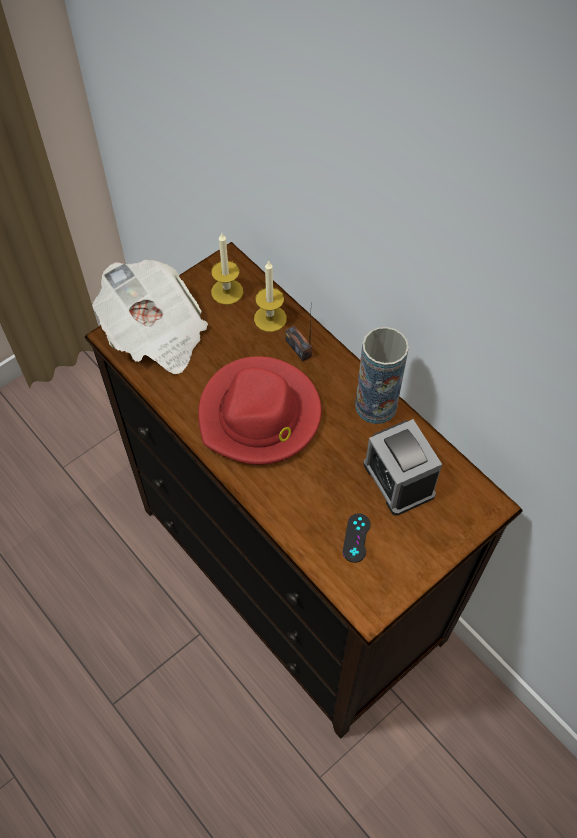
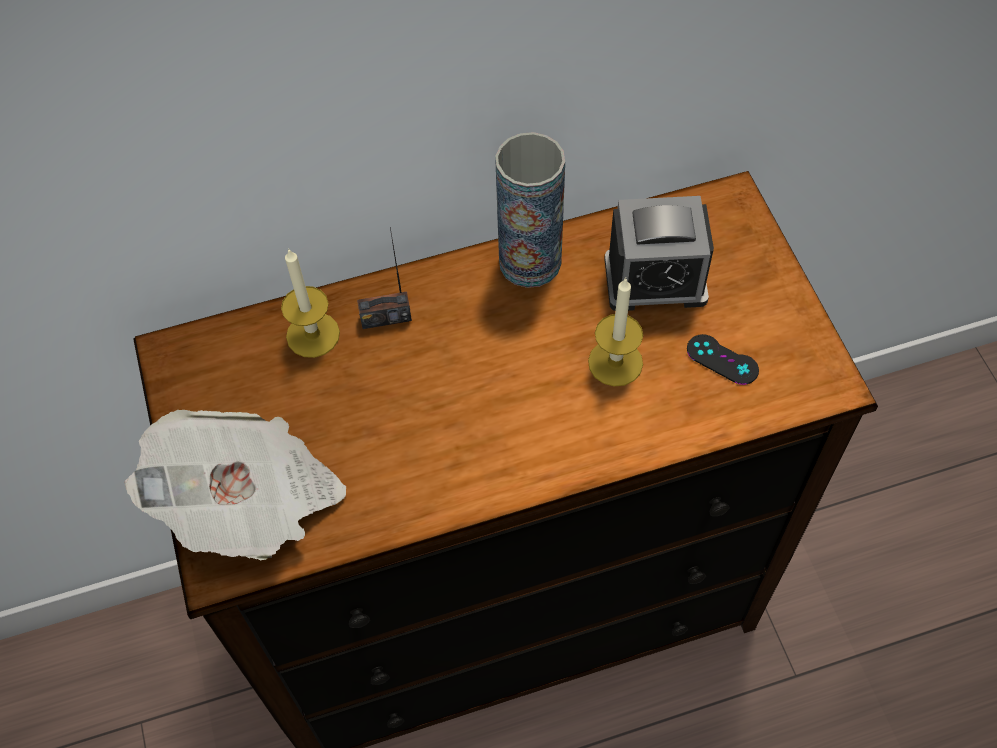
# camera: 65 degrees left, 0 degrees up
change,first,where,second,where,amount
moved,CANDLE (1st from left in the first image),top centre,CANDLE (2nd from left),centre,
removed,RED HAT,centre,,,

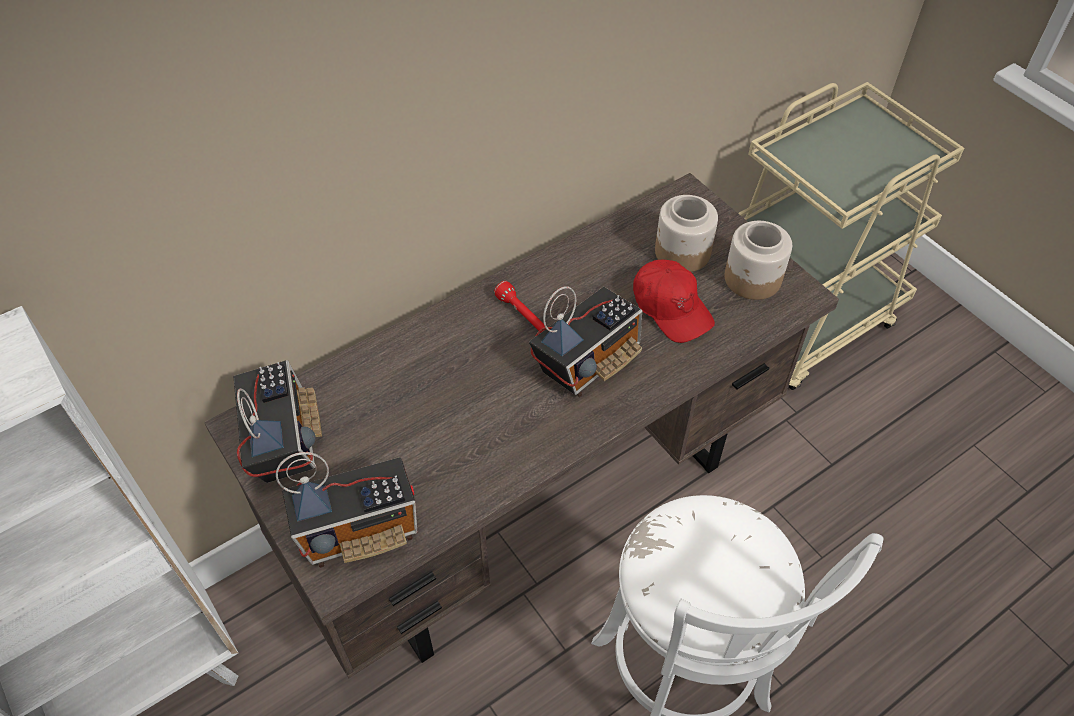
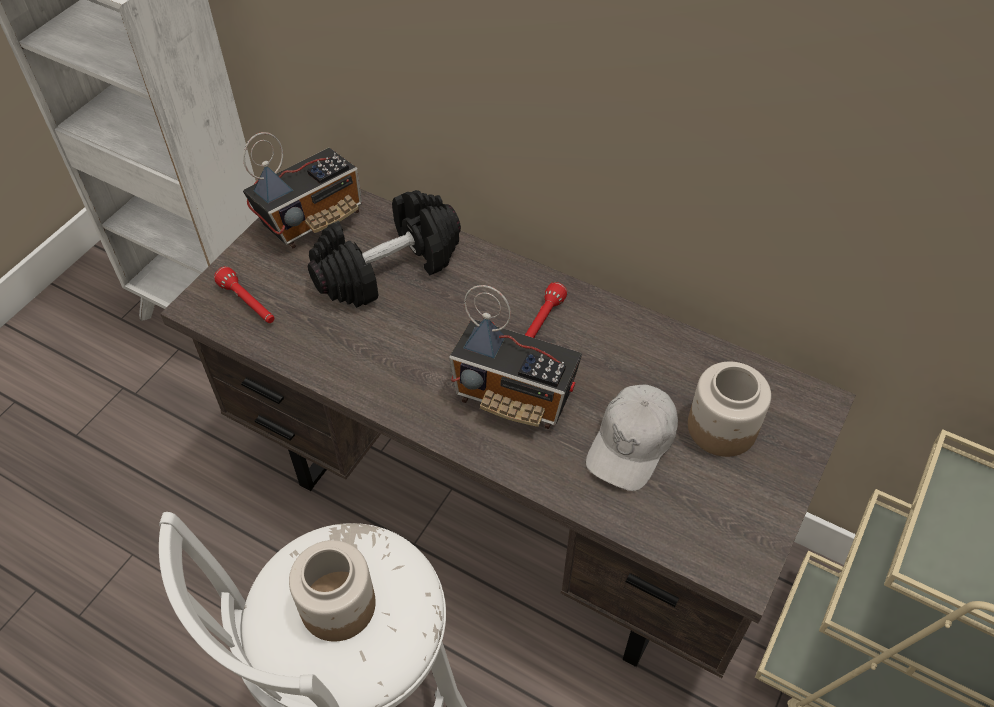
# camera: 65 degrees right, 0 degrees up
change,first,where,second,where,amount
replaced,RADIO (2nd from left),bottom left,RED FLASHLIGHT (1st from left),middle left,
moved,JAR (2nd from left in the first image),middle right,JAR (1st from left),bottom centre,
added,,,BLACK DUMBBELL,centre,
recoloured,RED CAP,centre,WHITE CAP,centre,

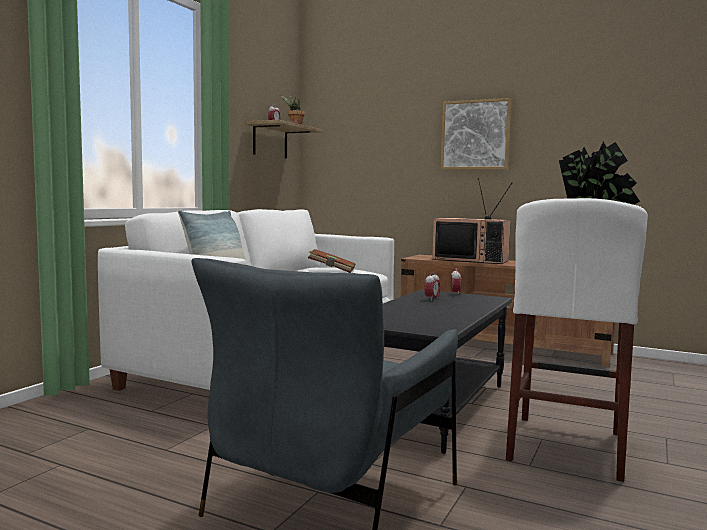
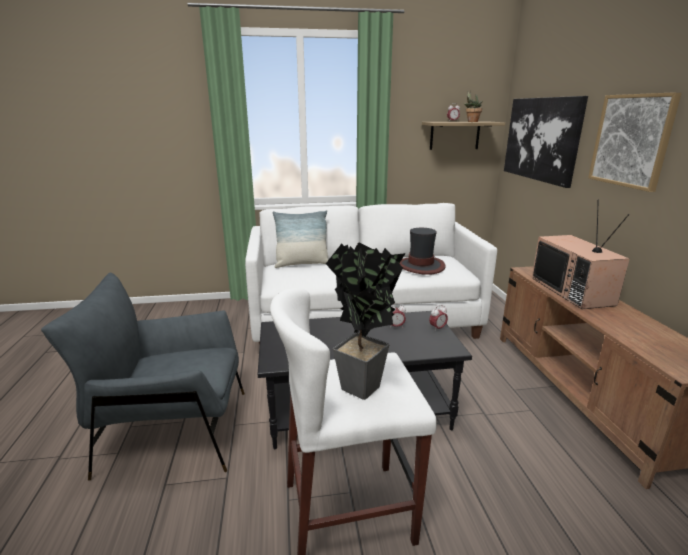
# camera: 55 degrees right, 15 degrees up
change,first,where,second,where,amount
replaced,BROWN BOOK,centre,HAT,centre,
added,,,PICTURE (1st from left),top right,

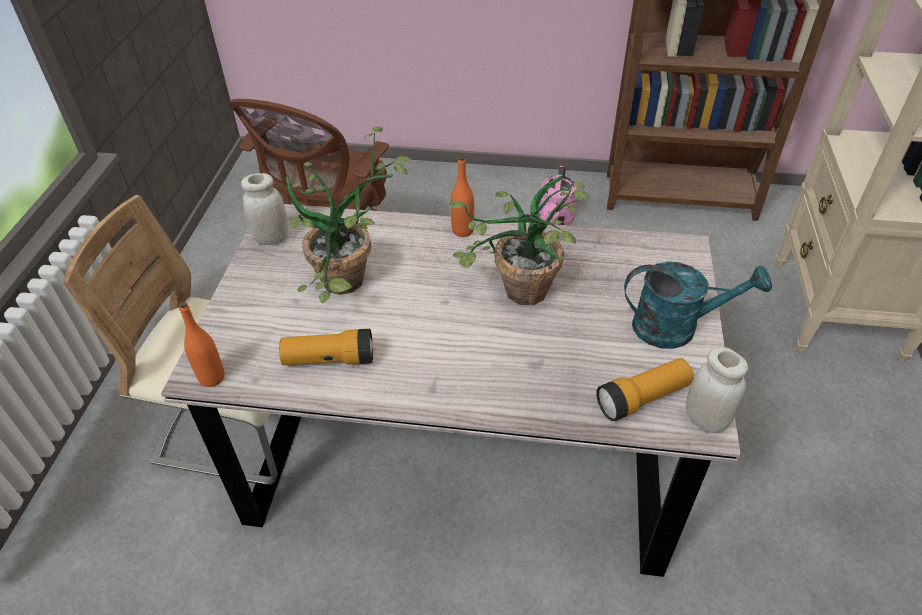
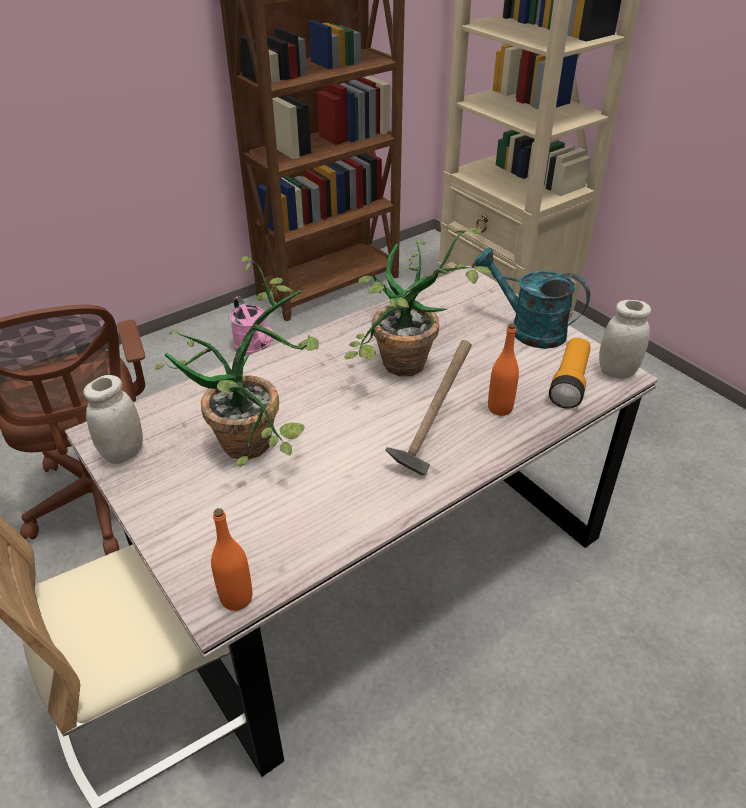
# camera: 45 degrees left, 5 degrees down
change,first,where,second,where,amount
added,,,HAMMER,centre,
turned,TURQUOISE WATERING CAN,middle right,,middle right,105 degrees counterclockwise
moved,ORANGE BOTTLE (2nd from left),top centre,,middle right,
removed,FLASHLIGHT (1st from left),centre,,,

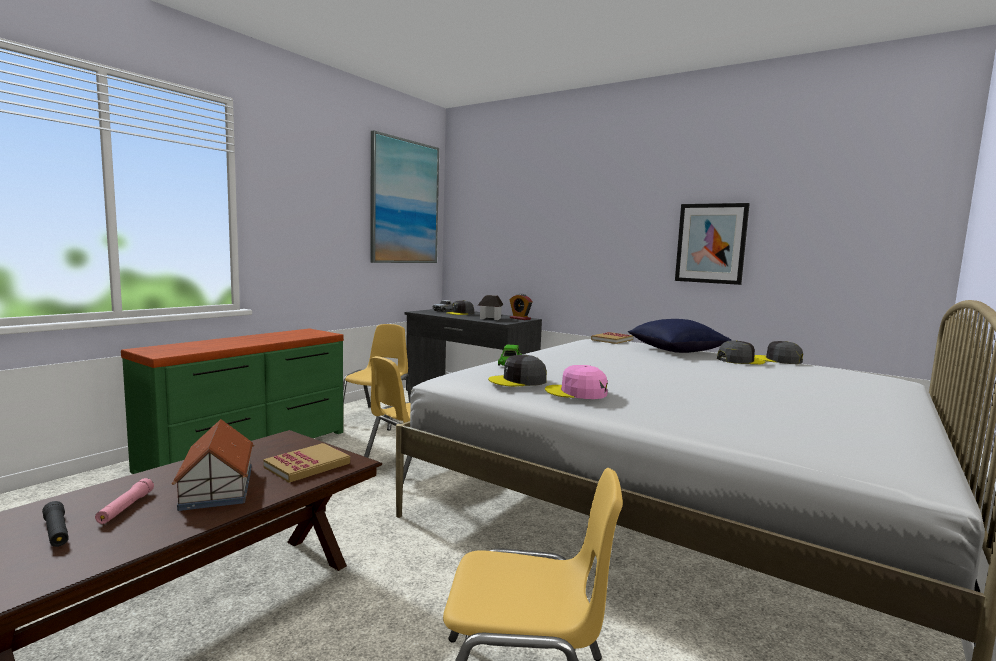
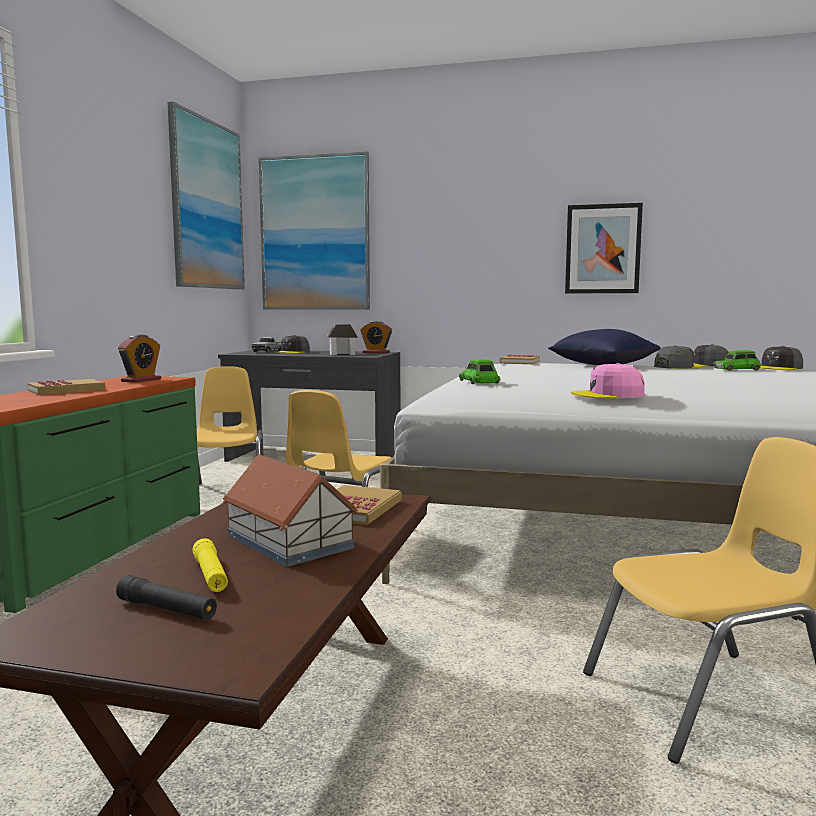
# camera: 20 degrees left, 0 degrees up
change,first,where,second,where,amount
added,,,BOOK (1st from left),middle left,
added,,,ALARM CLOCK (1st from left),middle left,
recoloured,PINK FLASHLIGHT,bottom left,YELLOW FLASHLIGHT,bottom left,
added,,,PICTURE (2nd from left),top centre,
added,,,GREEN TOY CAR (2nd from left),middle right,
moved,GREY CAP (2nd from left in the first image),centre,GREY CAP (4th from left),middle right,

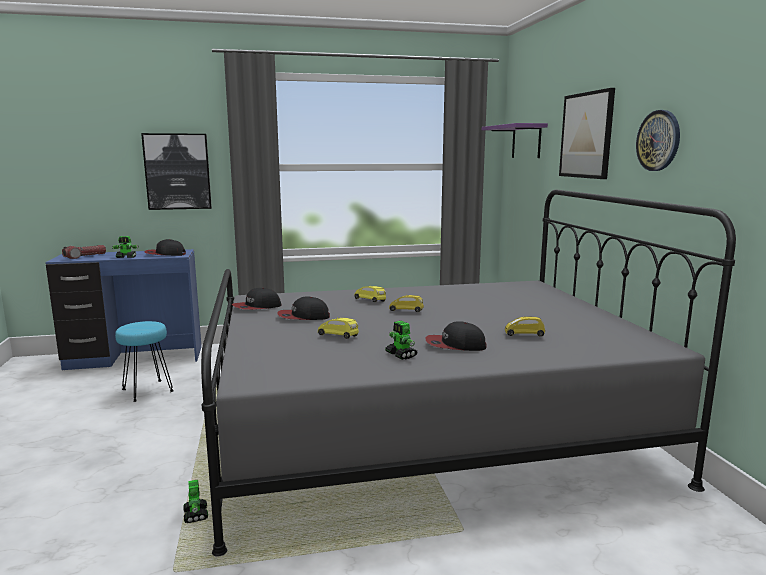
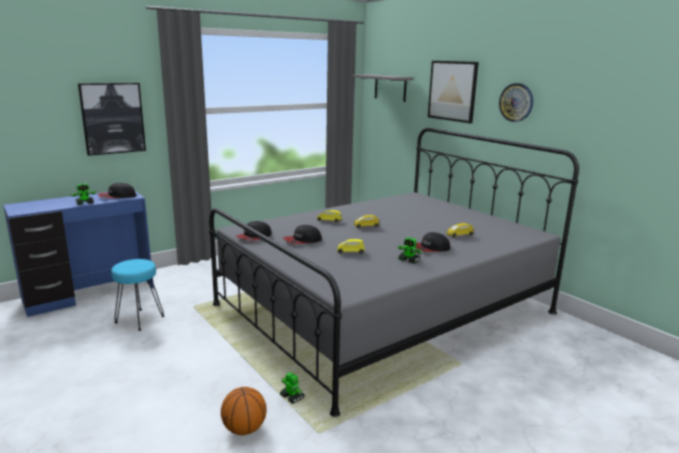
# camera: 25 degrees left, 5 degrees up
change,first,where,second,where,amount
added,,,BASKETBALL,bottom centre,
recoloured,PURPLE SHELF,top right,GREY SHELF,top centre,
removed,FLASHLIGHT,middle left,,,

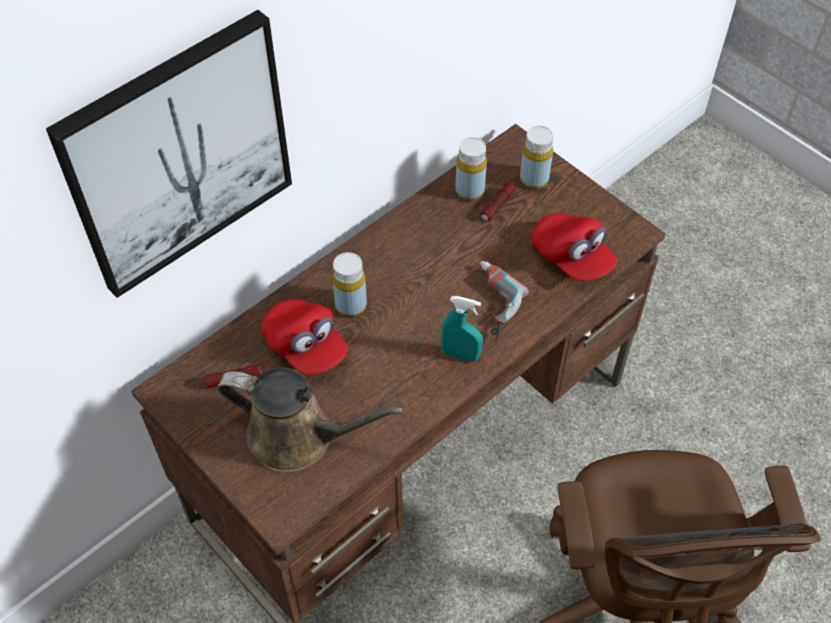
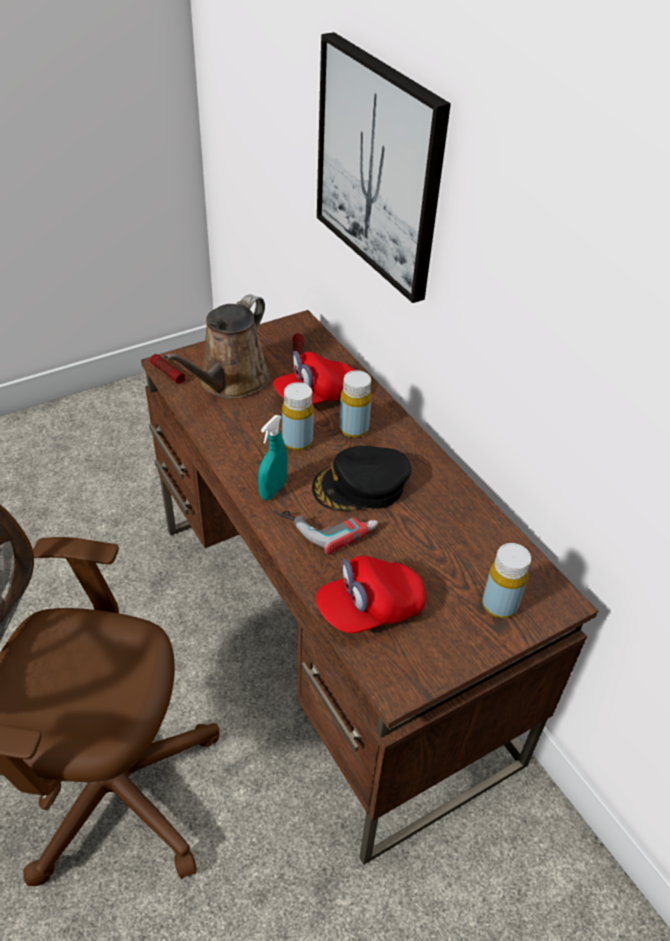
# camera: 100 degrees right, 10 degrees down
change,first,where,second,where,amount
moved,FLASHLIGHT (2nd from left in the first image),top centre,FLASHLIGHT (1st from left),middle left,
moved,YELLOW BOTTLE (2nd from left in the first image),top centre,YELLOW BOTTLE (1st from left),centre,
added,,,BLACK CAP,centre,

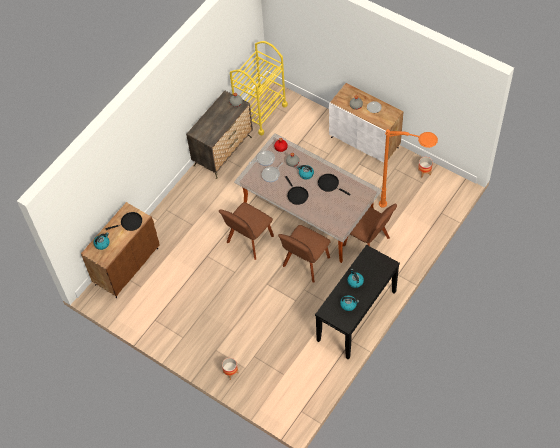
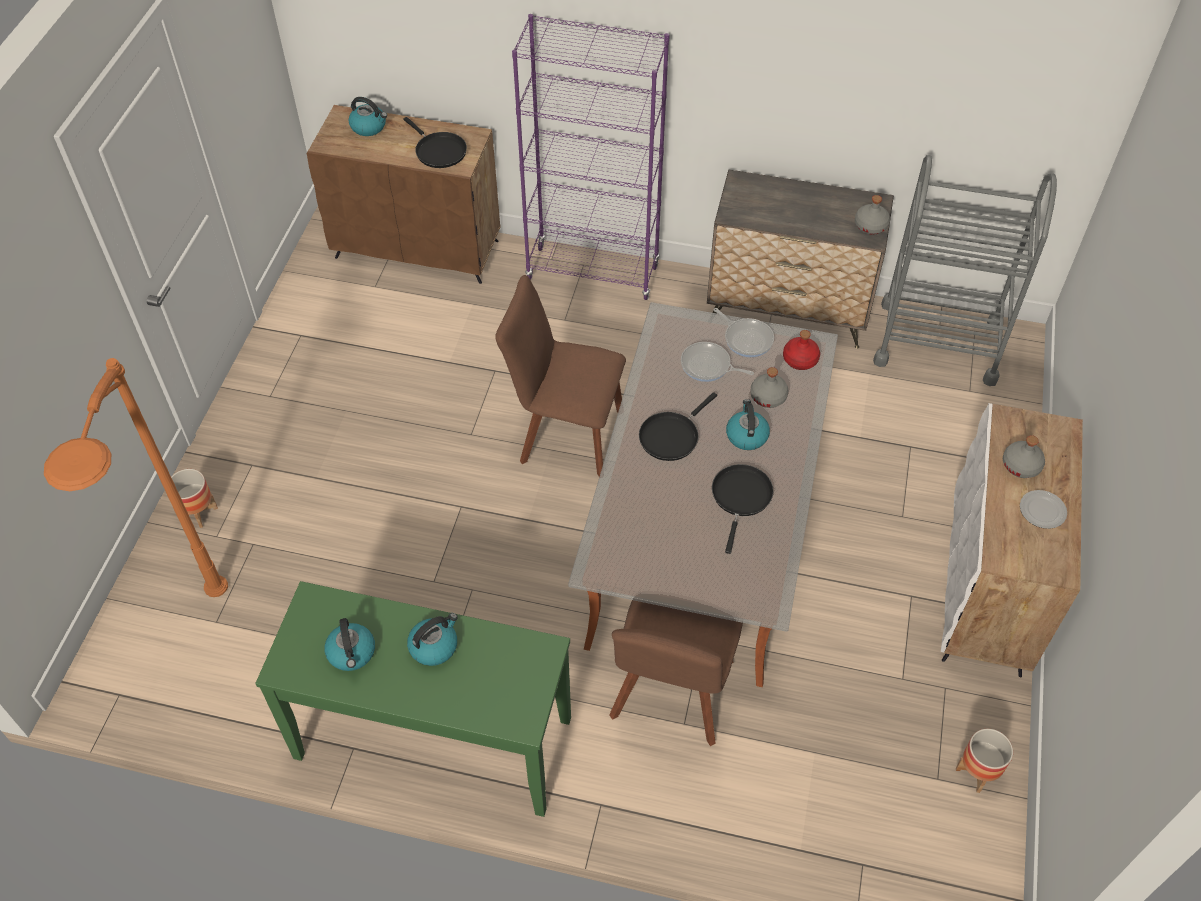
# camera: 65 degrees right, 5 degrees down
change,first,where,second,where,amount
moved,ORANGE FLOOR LAMP,middle right,,middle left,
recoloured,BLACK CONSOLE TABLE,bottom centre,GREEN CONSOLE TABLE,bottom centre,
added,,,PURPLE BOOKCASE,top centre,
recoloured,YELLOW CART,top centre,GREY CART,top right,
removed,BROWN CHAIR (2nd from left),centre,,,

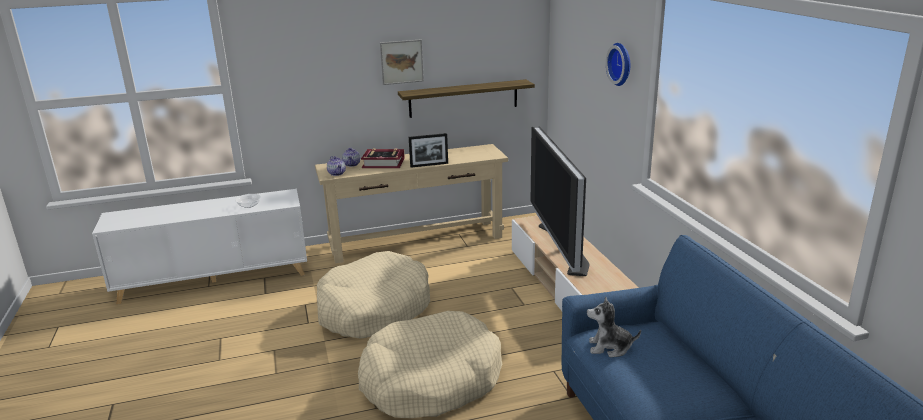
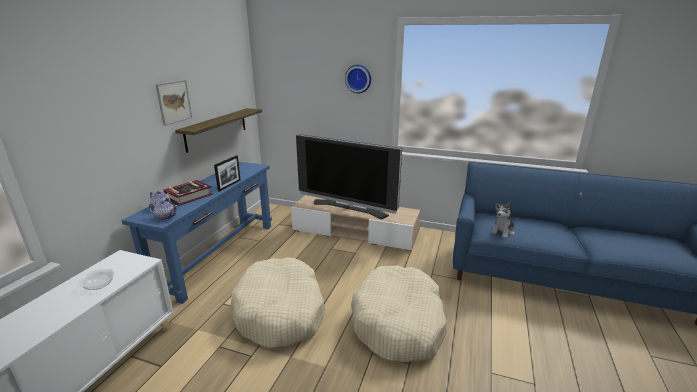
# camera: 55 degrees left, 0 degrees up
change,first,where,second,where,amount
recoloured,BEIGE CONSOLE TABLE,centre,BLUE CONSOLE TABLE,middle left,

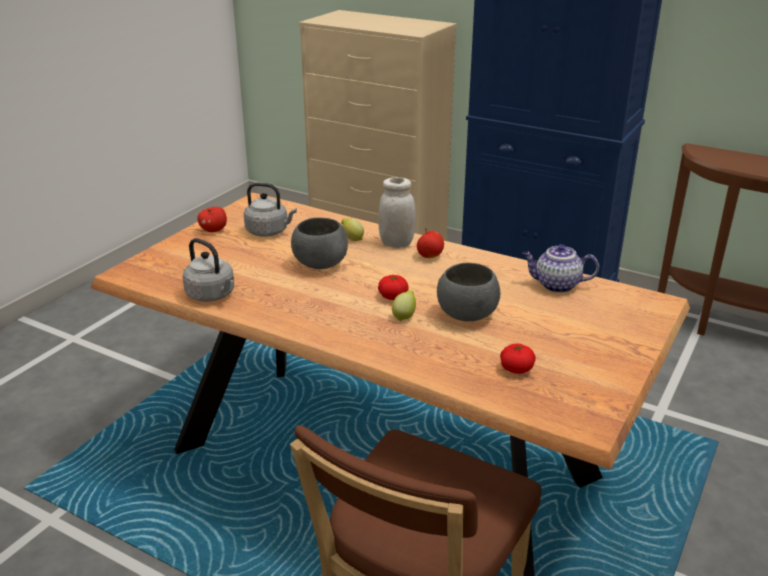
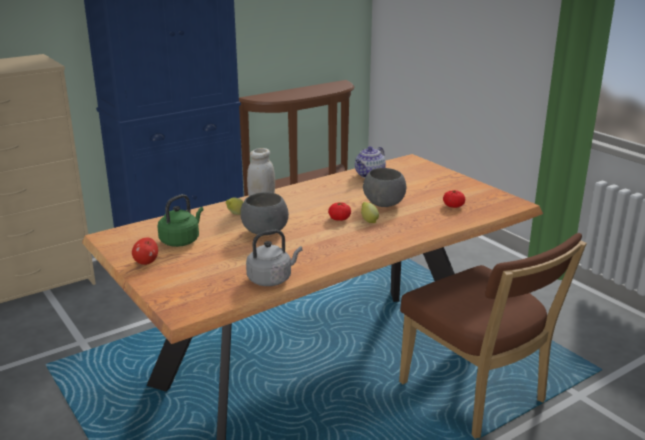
# camera: 65 degrees left, 5 degrees down
change,first,where,second,where,amount
recoloured,GREY KETTLE (2nd from left),centre,GREEN KETTLE,middle left,
removed,APPLE (2nd from left),centre,,,

